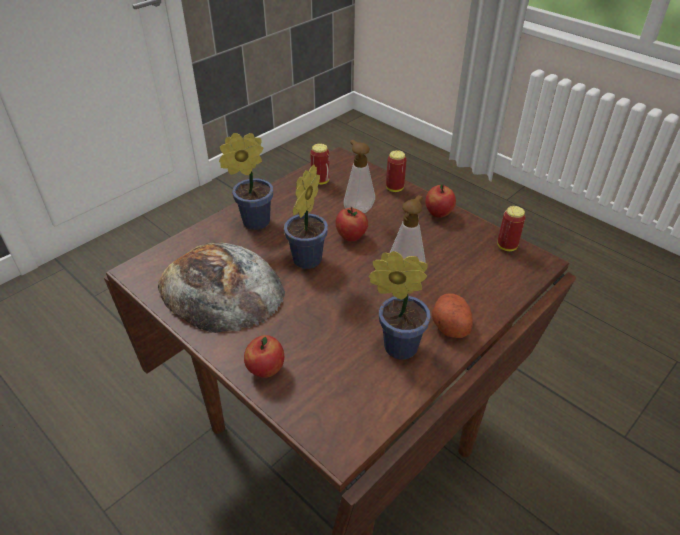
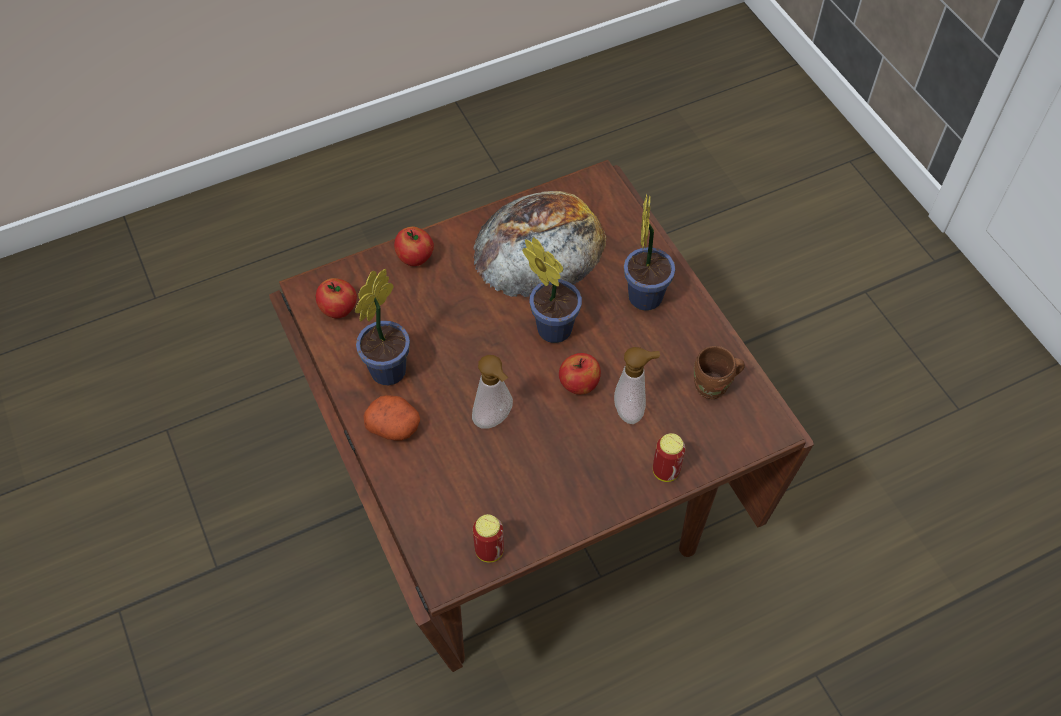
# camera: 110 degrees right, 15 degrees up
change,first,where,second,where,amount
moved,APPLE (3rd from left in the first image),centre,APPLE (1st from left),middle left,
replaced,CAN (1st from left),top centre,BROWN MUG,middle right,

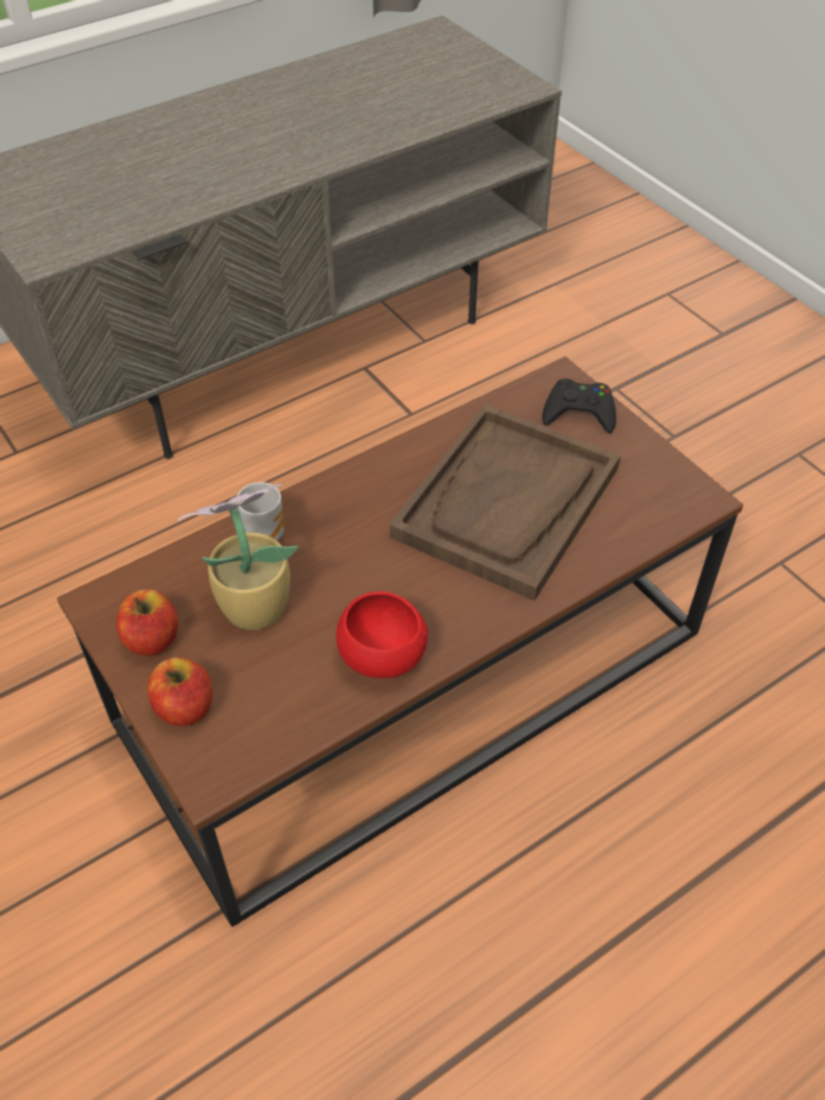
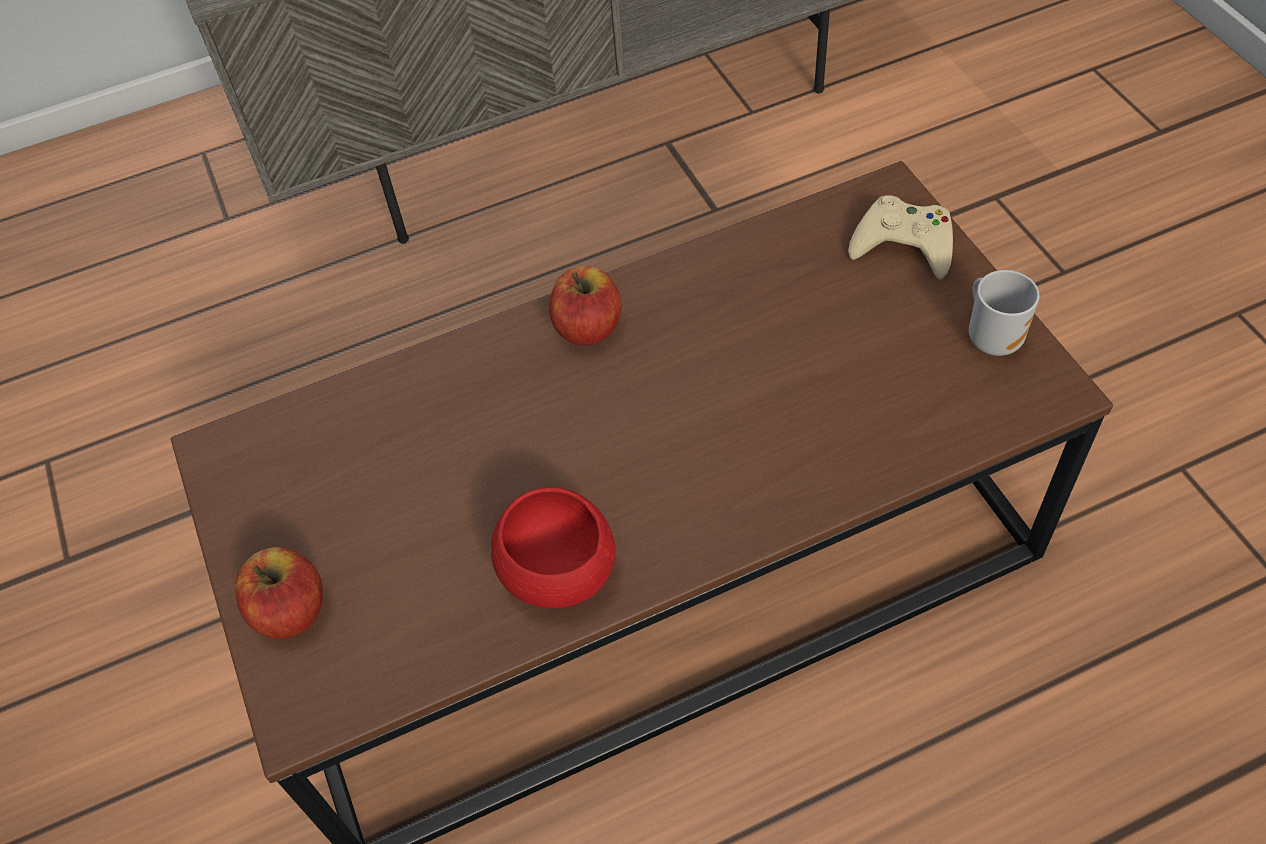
# camera: 15 degrees right, 5 degrees up
change,first,where,second,where,amount
moved,APPLE (1st from left in the first image),middle left,APPLE (2nd from left),centre,
recoloured,BLACK GAME CONTROLLER,middle right,BEIGE GAME CONTROLLER,top right,
moved,MUG,middle left,,middle right,
removed,POTTED PLANT,middle left,,,
removed,BROWN TRAY,centre,,,

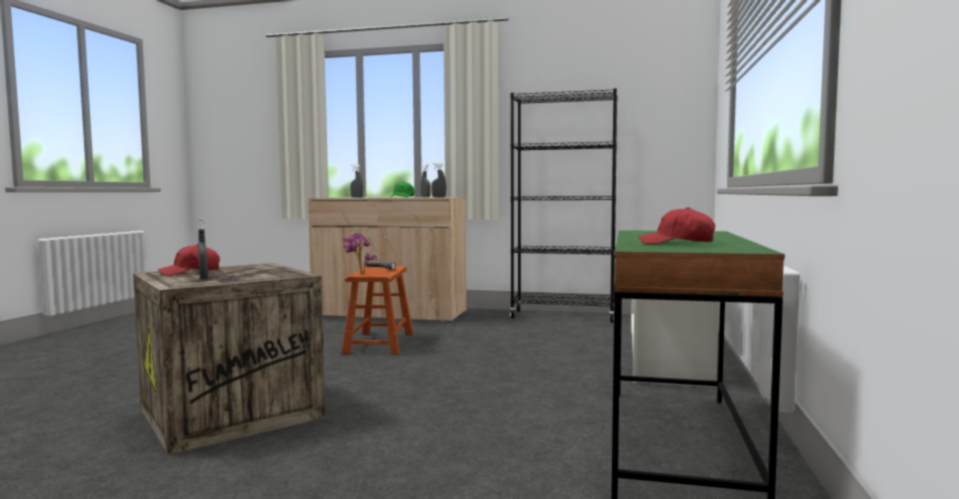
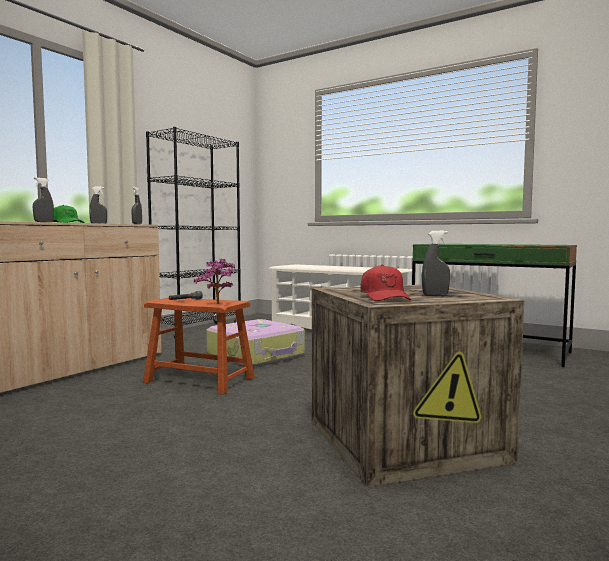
# camera: 70 degrees left, 0 degrees up
change,first,where,second,where,amount
added,,,SUITCASE,centre,
removed,RED CAP (2nd from left),middle right,,,

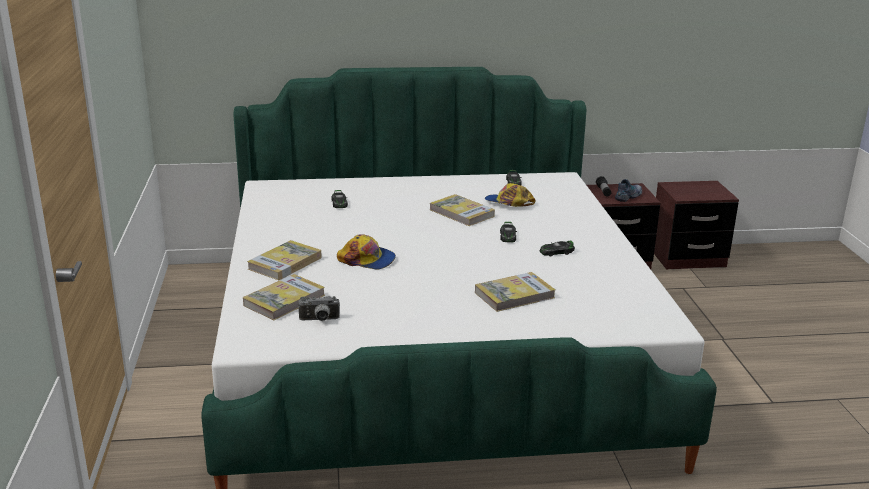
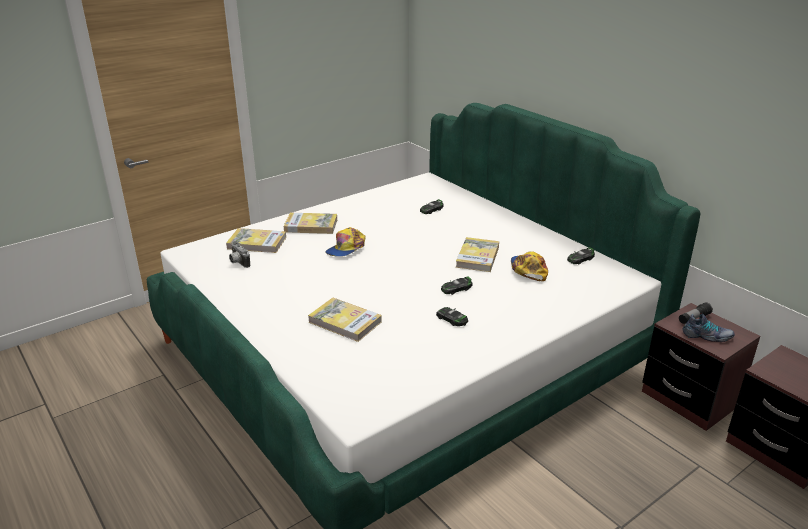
# camera: 60 degrees right, 5 degrees up
change,first,where,second,where,amount
turned,CAP (1st from left),centre,,centre,45 degrees clockwise

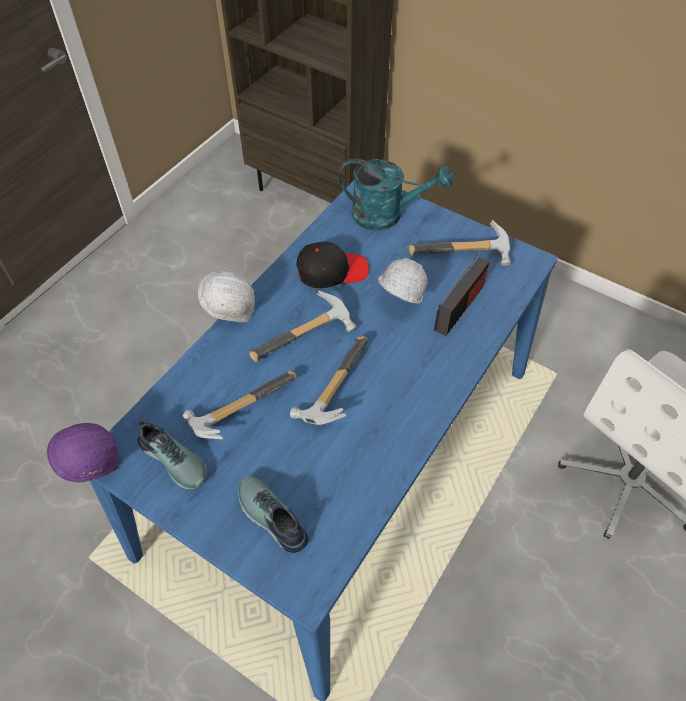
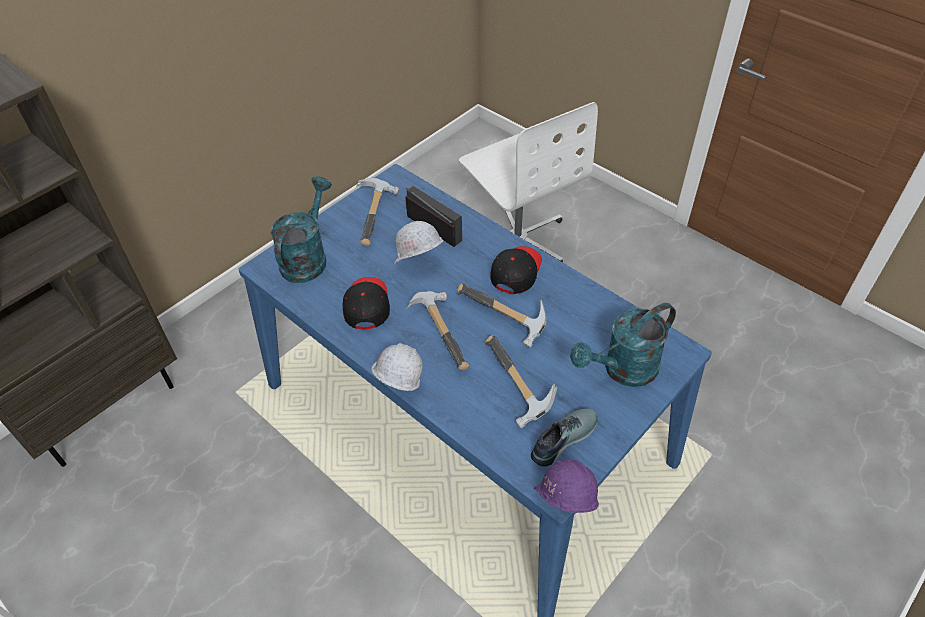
# camera: 80 degrees left, 5 degrees down
change,first,where,second,where,amount
added,,,BLACK CAP (2nd from left),centre,
replaced,SHOE (2nd from left),bottom centre,TURQUOISE WATERING CAN (2nd from left),middle right,

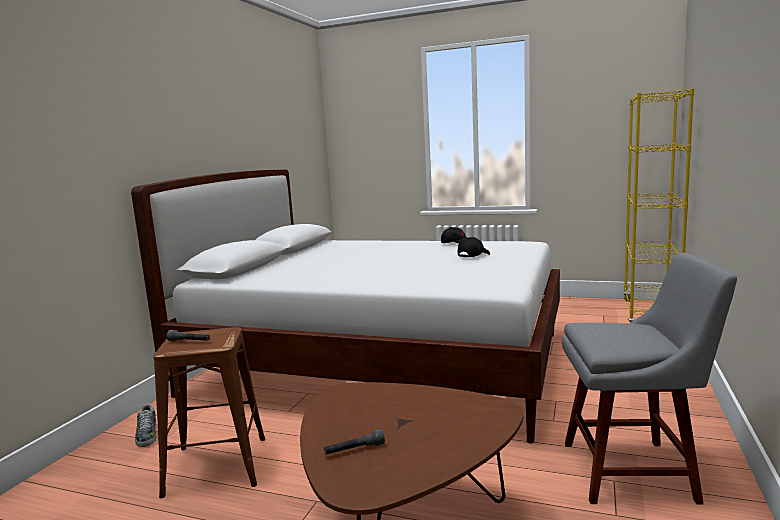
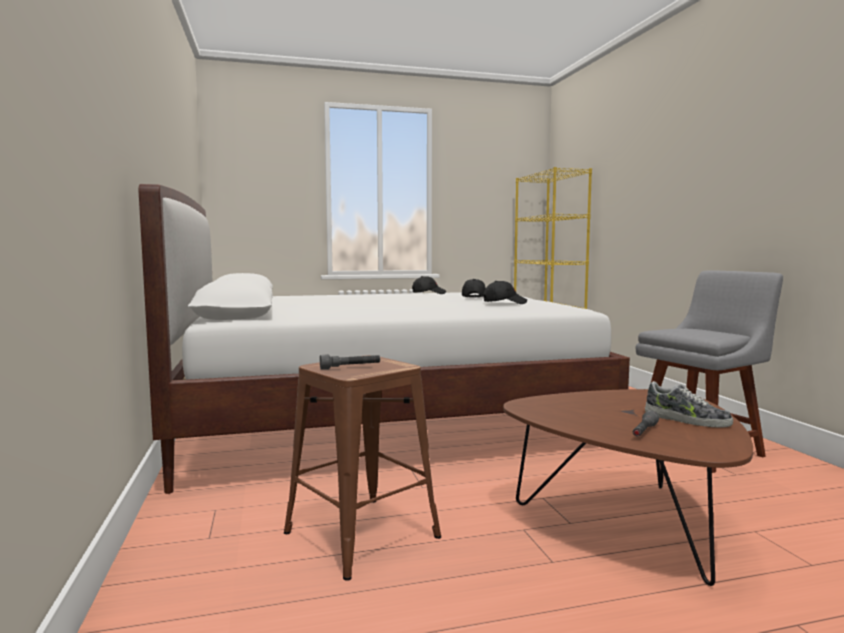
# camera: 35 degrees left, 5 degrees down
change,first,where,second,where,amount
added,,,BLACK CAP (3rd from left),centre,
moved,SHOE,bottom left,,middle right,

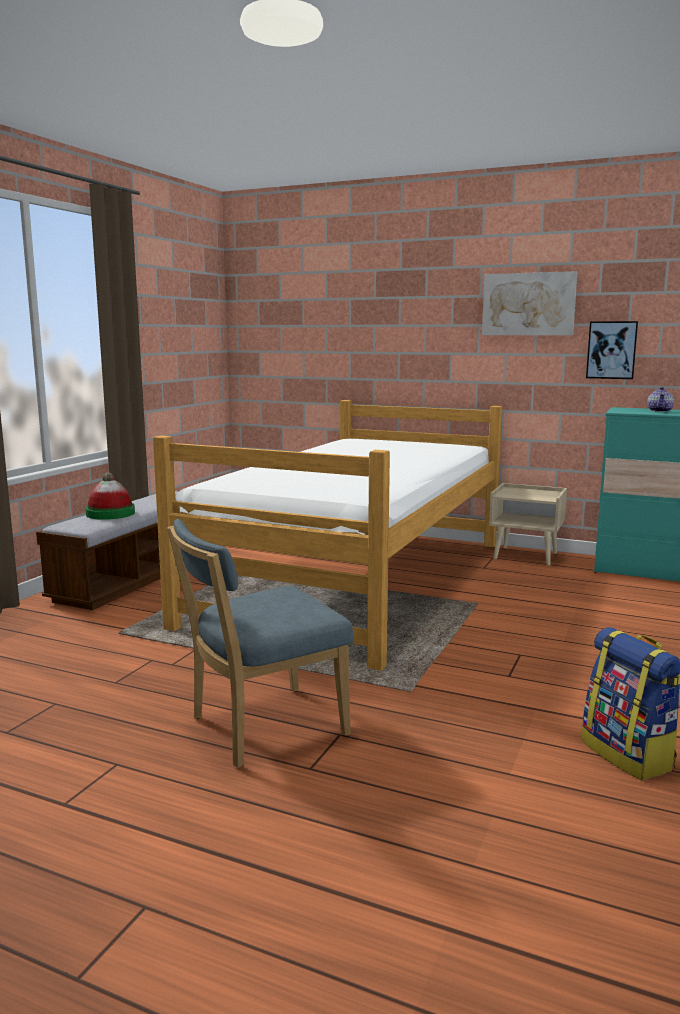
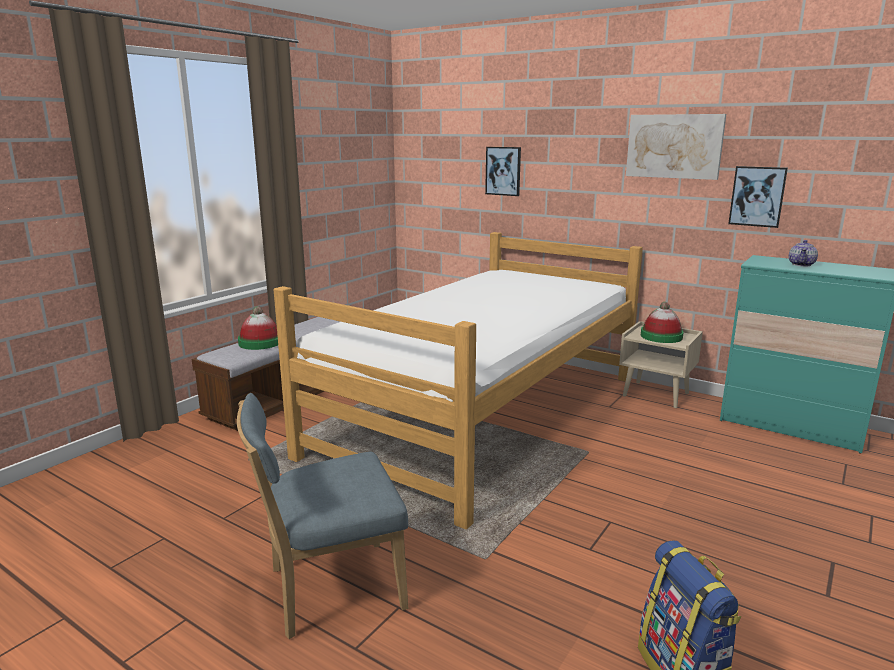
# camera: 10 degrees right, 5 degrees up
change,first,where,second,where,amount
added,,,PICTURE (1st from left),top centre,
added,,,HAT (2nd from left),middle right,

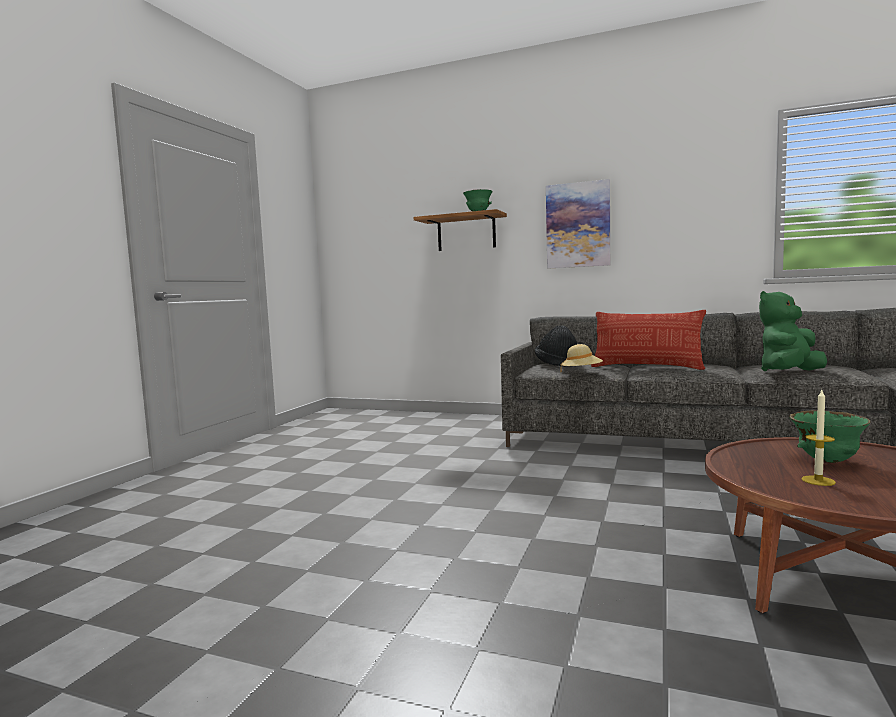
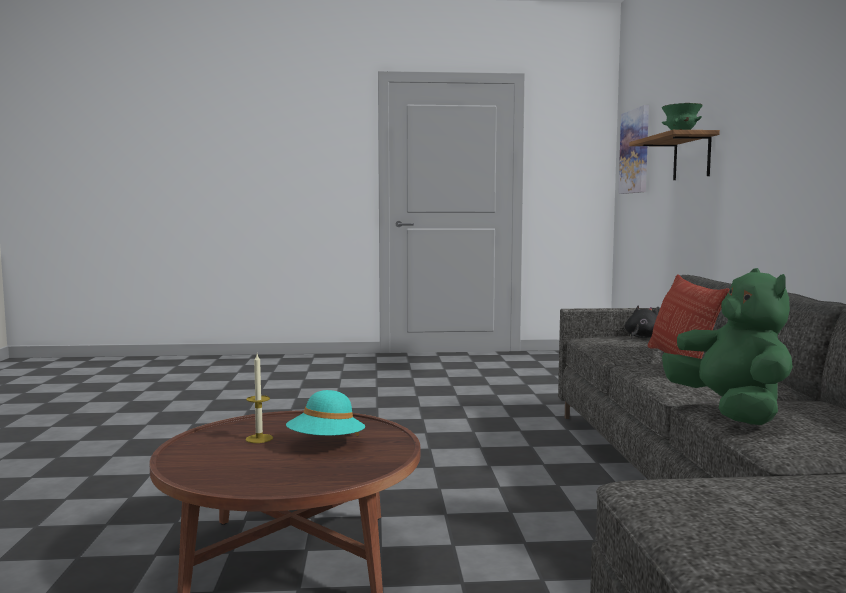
# camera: 65 degrees right, 0 degrees up
change,first,where,second,where,amount
replaced,GREEN BOWL (2nd from left),middle right,TURQUOISE HAT,bottom centre,
moved,PICTURE,top centre,,top right,
replaced,BLACK HAT,centre,BLACK PLUSH TOY,middle right,
turned,GREEN PLUSH TOY,middle right,,middle right,45 degrees clockwise
removed,BEIGE HAT,centre,,,

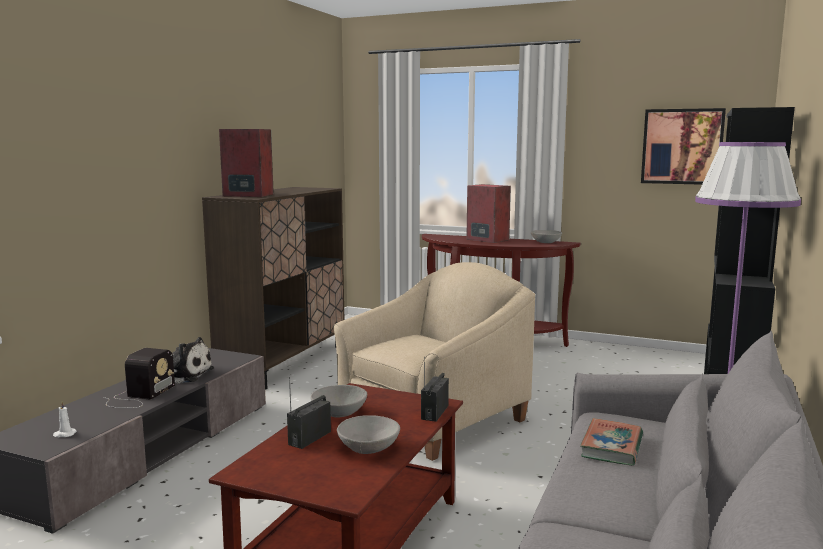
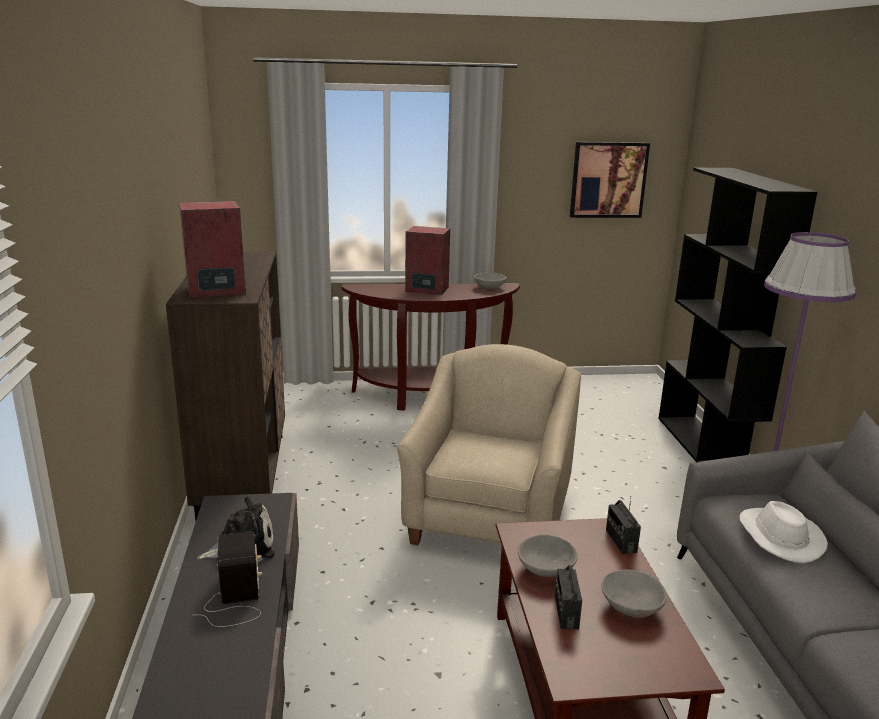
# camera: 30 degrees left, 10 degrees up
change,first,where,second,where,amount
replaced,BOOK,bottom right,WHITE HAT,bottom right,
removed,WHITE CANDLE,bottom left,,,

